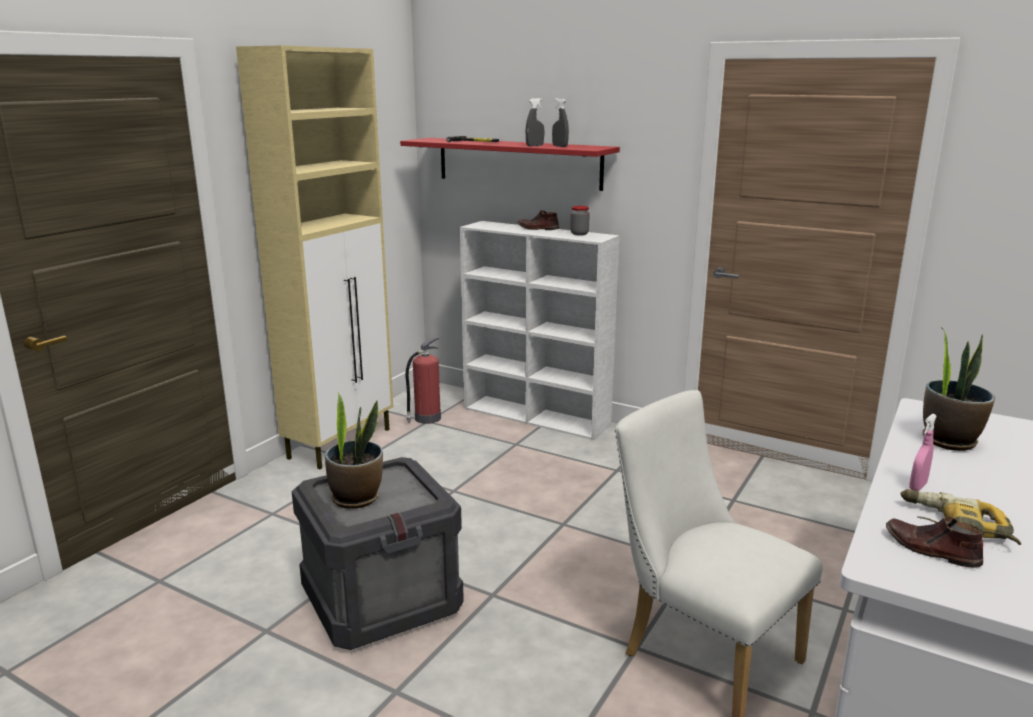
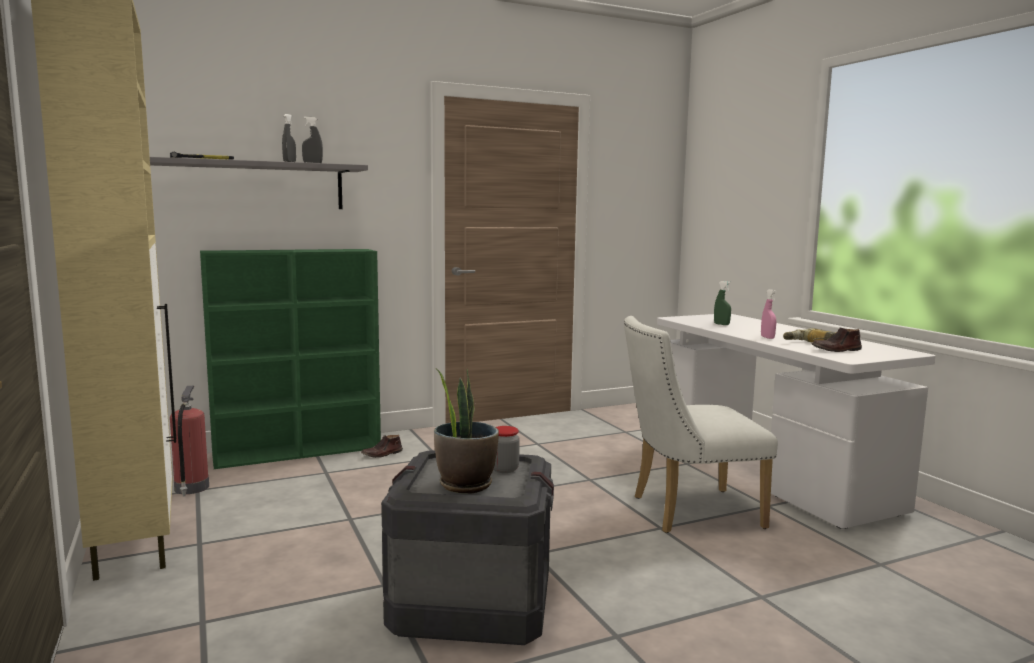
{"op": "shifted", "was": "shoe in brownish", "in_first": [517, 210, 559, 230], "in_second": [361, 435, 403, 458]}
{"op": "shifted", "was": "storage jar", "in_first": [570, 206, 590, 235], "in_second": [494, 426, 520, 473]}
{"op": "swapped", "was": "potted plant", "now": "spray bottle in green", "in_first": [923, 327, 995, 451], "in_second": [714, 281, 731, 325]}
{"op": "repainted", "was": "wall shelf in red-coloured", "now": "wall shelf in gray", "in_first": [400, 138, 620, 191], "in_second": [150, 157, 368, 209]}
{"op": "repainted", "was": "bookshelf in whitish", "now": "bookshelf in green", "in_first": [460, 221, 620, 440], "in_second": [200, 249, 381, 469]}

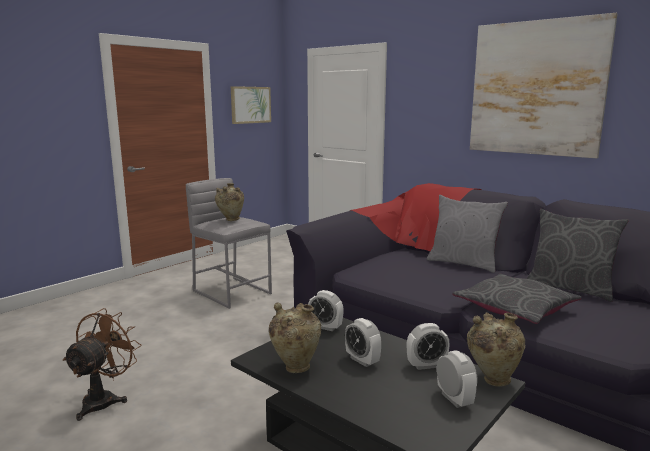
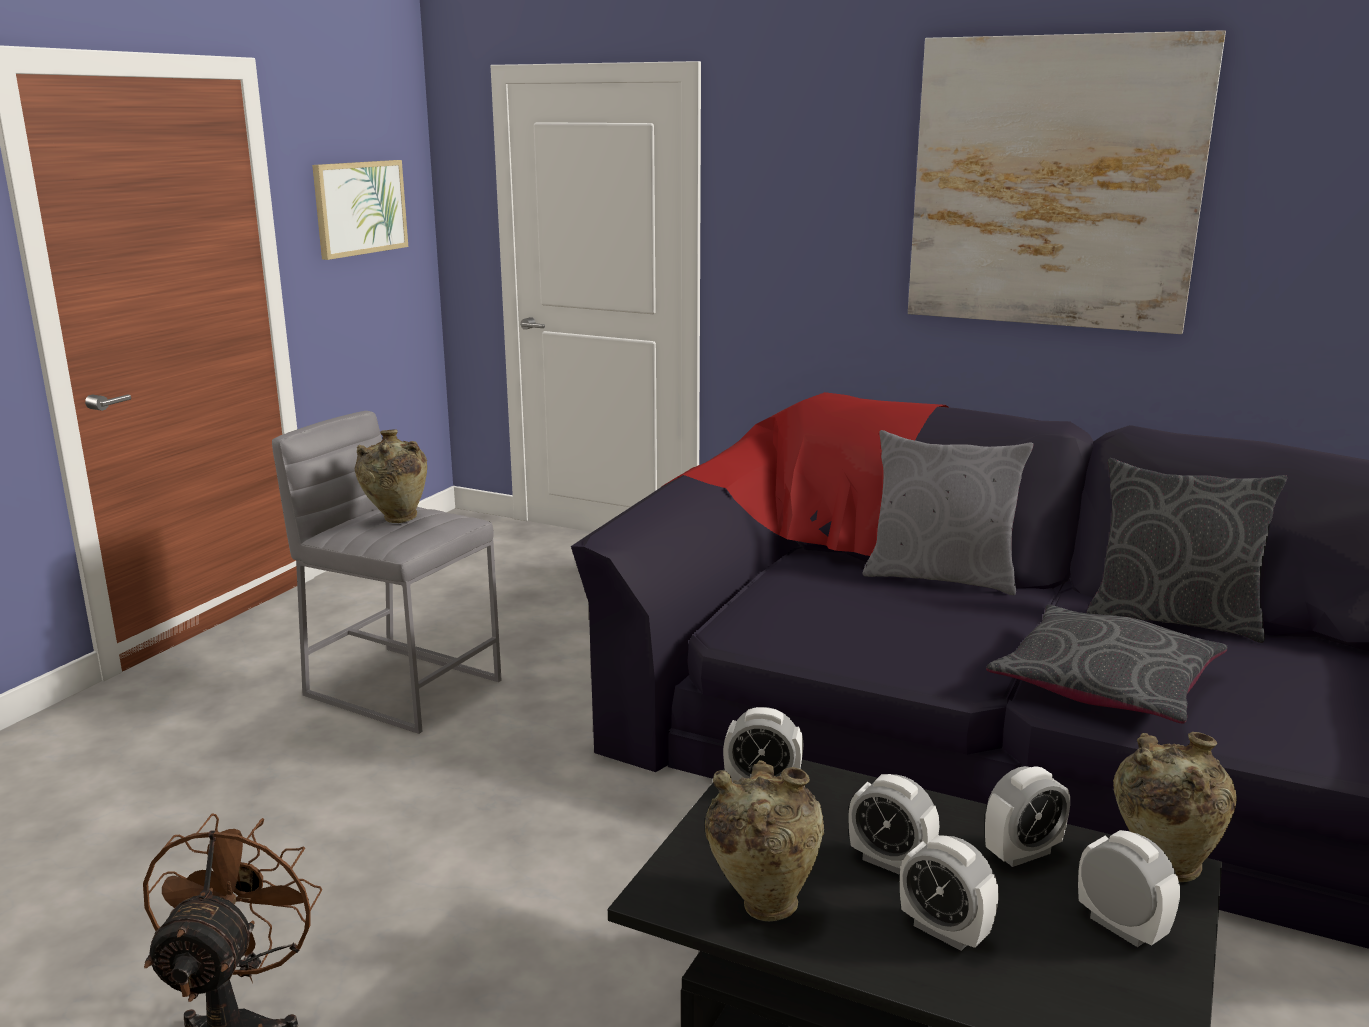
{"op": "new", "now": "alarm clock", "in_second": [900, 835, 999, 951]}

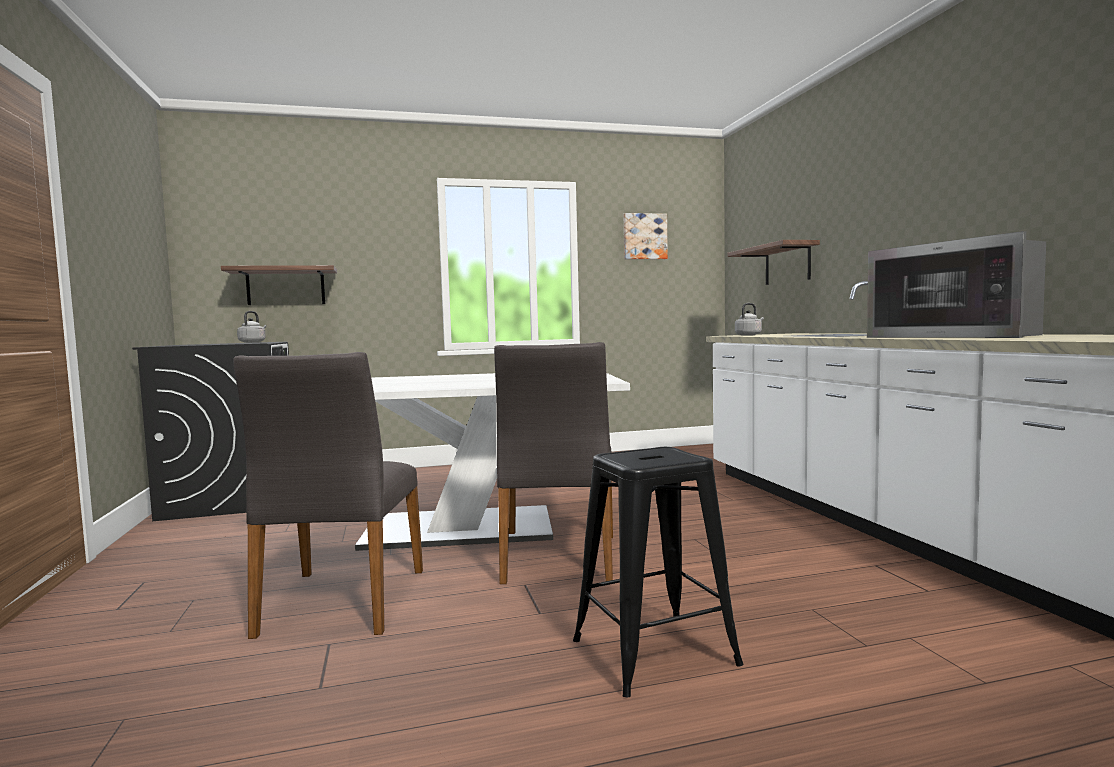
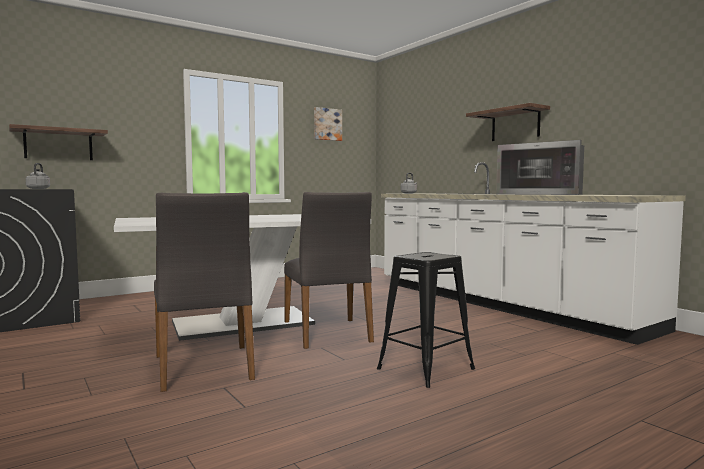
{"op": "shifted", "was": "wall shelf", "in_first": [728, 240, 820, 285], "in_second": [466, 103, 550, 141]}

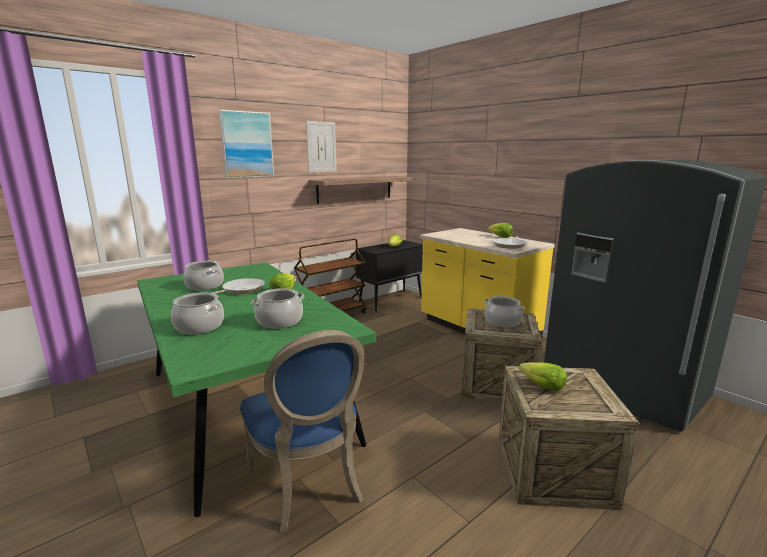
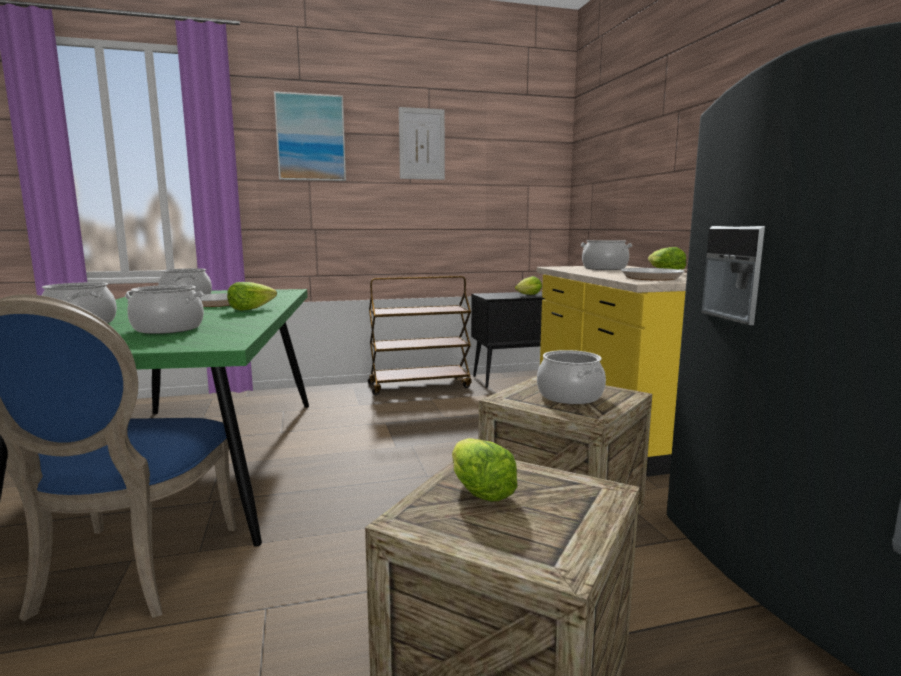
{"op": "gone", "was": "wall shelf", "in_first": [308, 176, 412, 204]}
{"op": "new", "now": "stockpot", "in_second": [580, 240, 632, 270]}

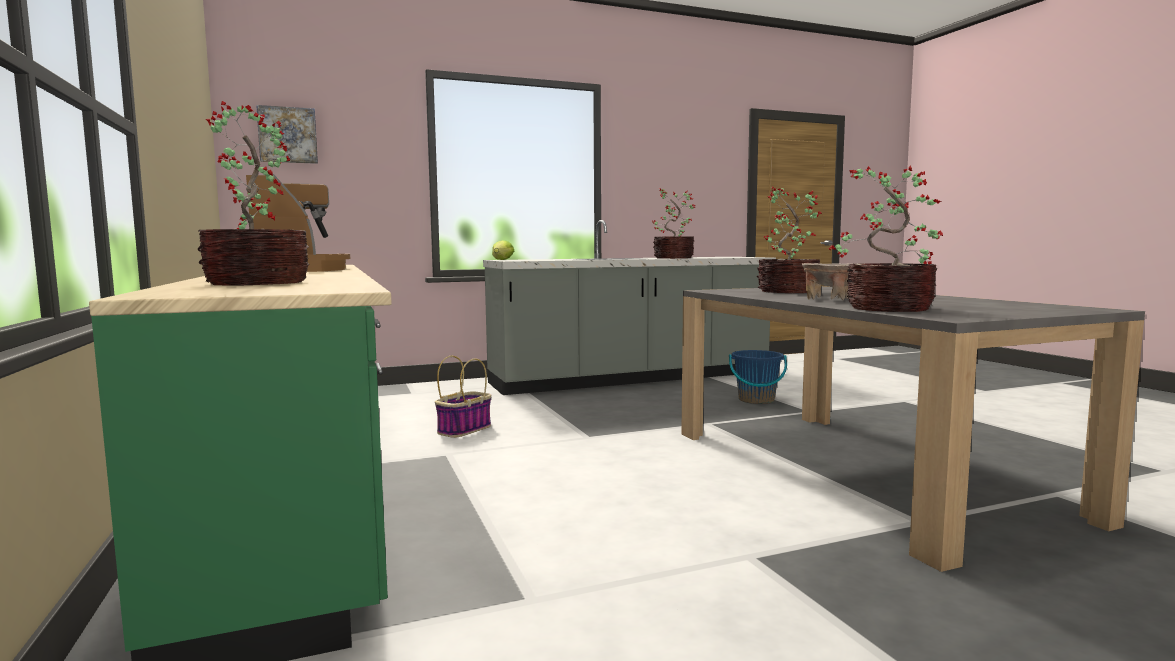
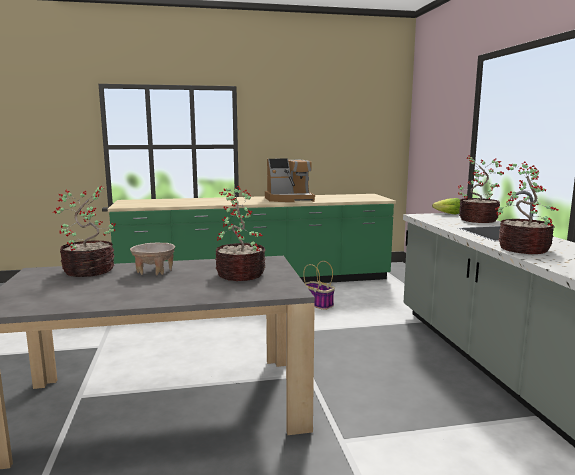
{"op": "gone", "was": "picture", "in_first": [256, 105, 318, 164]}
{"op": "gone", "was": "water bucket in blue-coloured", "in_first": [729, 350, 787, 404]}
{"op": "shifted", "was": "potted plant", "in_first": [198, 101, 309, 285], "in_second": [458, 155, 504, 223]}

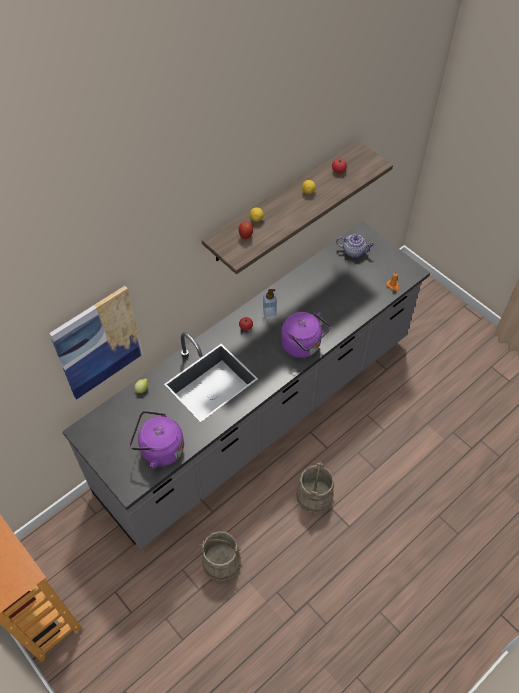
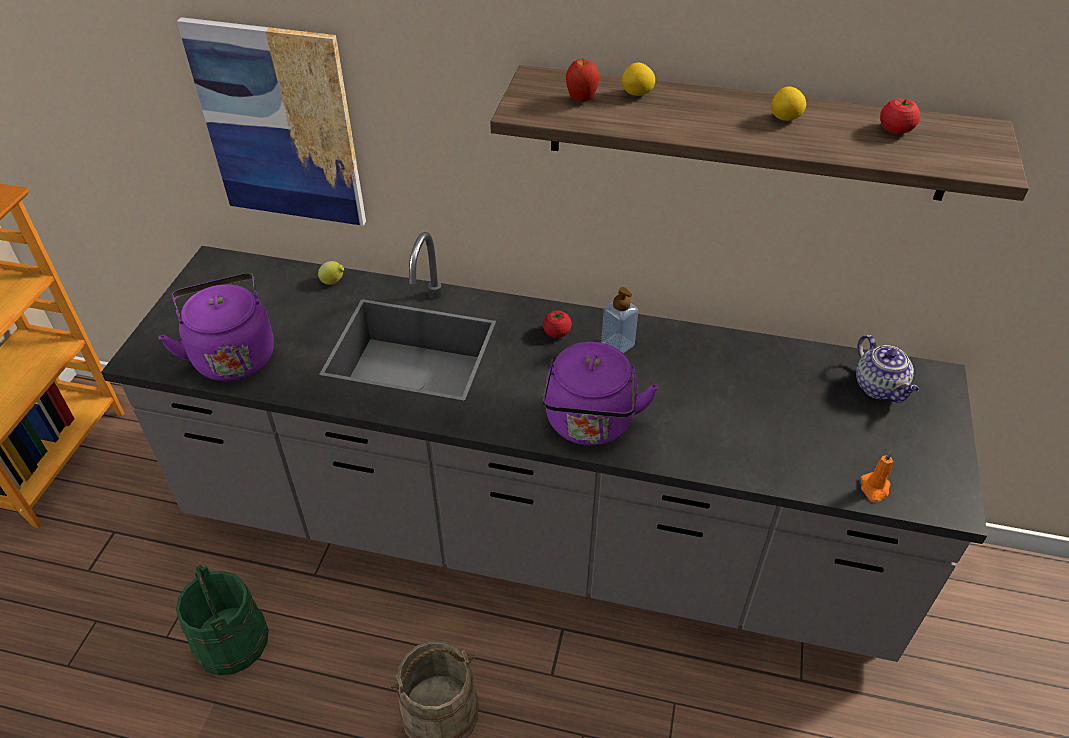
{"op": "repainted", "was": "water bucket in beige-coloured", "now": "water bucket in green", "in_first": [199, 531, 241, 581], "in_second": [176, 565, 269, 675]}

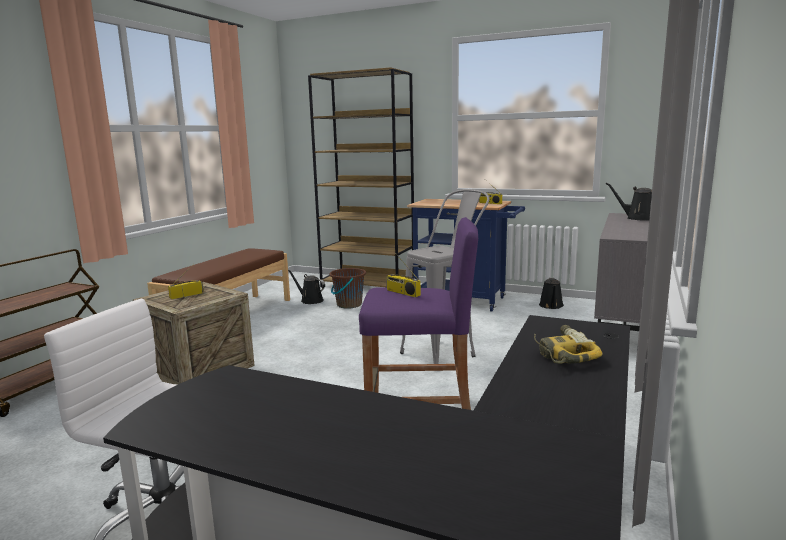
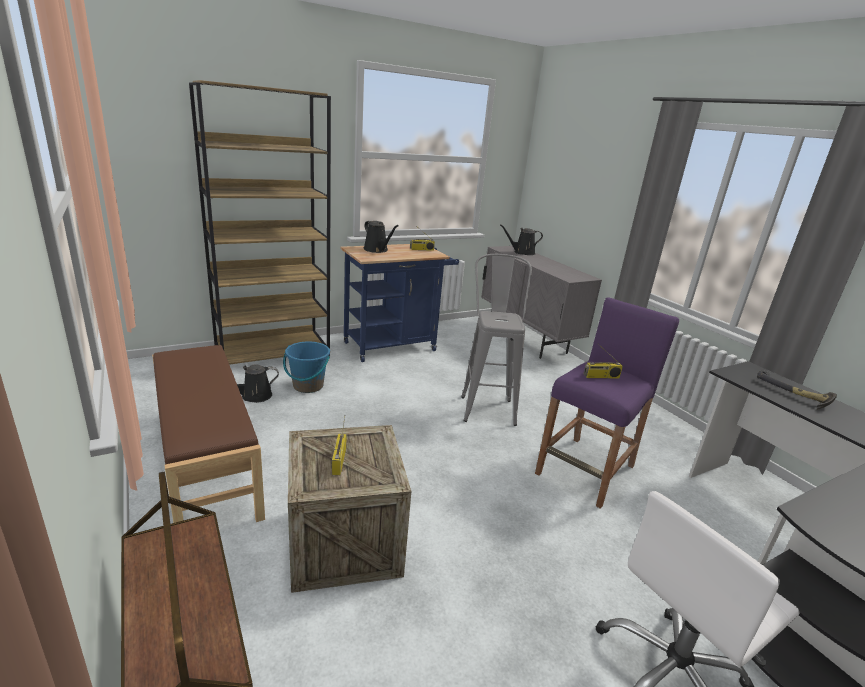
{"op": "shifted", "was": "watering can in black", "in_first": [539, 278, 564, 309], "in_second": [364, 220, 399, 253]}
{"op": "swapped", "was": "drill", "now": "hammer", "in_first": [534, 325, 603, 364], "in_second": [757, 371, 837, 410]}
{"op": "repainted", "was": "water bucket in brownish", "now": "water bucket in blue-coloured", "in_first": [330, 268, 366, 309], "in_second": [283, 341, 330, 393]}

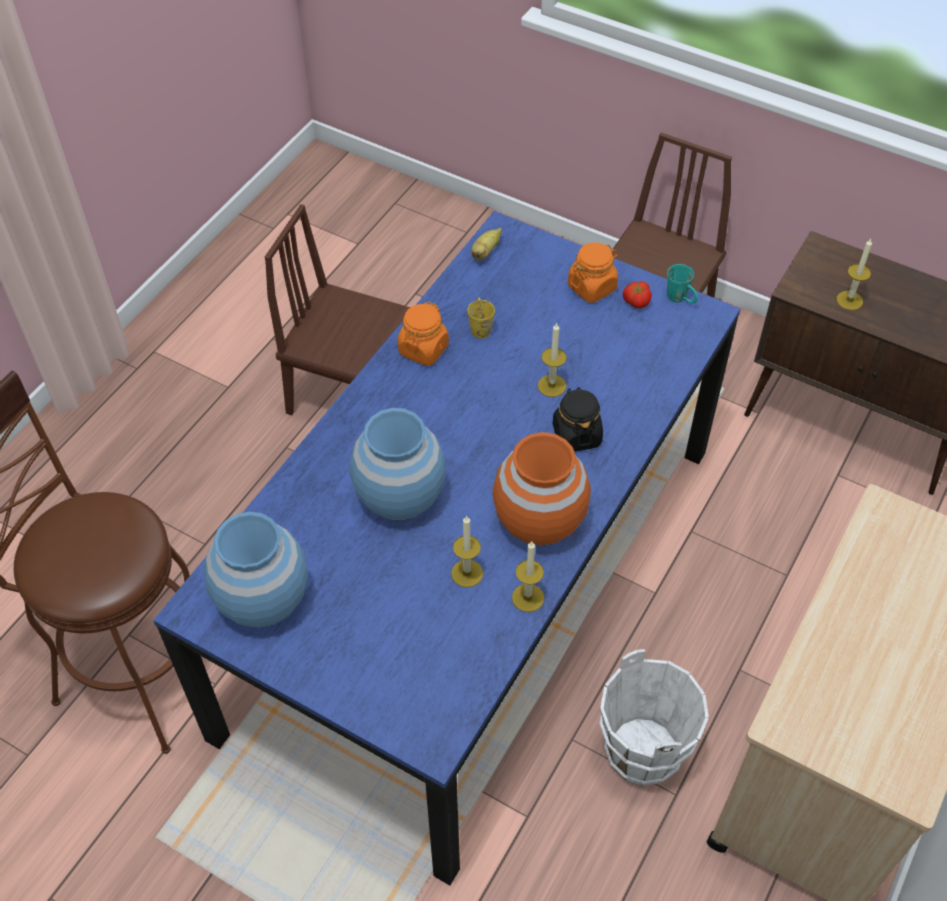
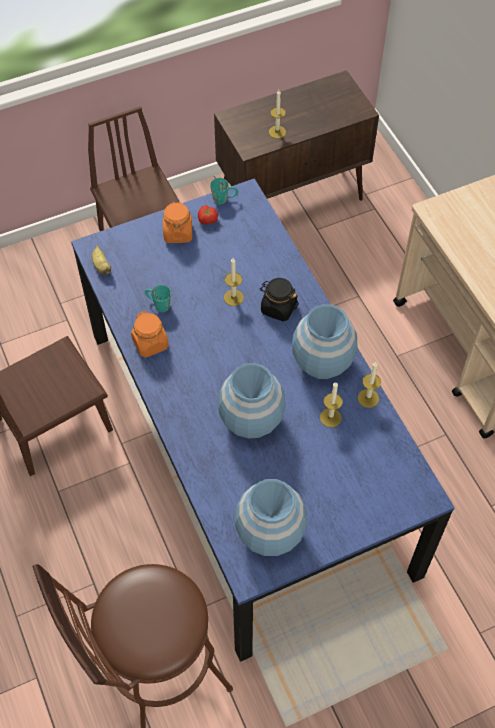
{"op": "gone", "was": "water bucket in whitish", "in_first": [599, 649, 709, 786]}
{"op": "repainted", "was": "tea mug in yellow", "now": "tea mug in turquoise", "in_first": [467, 298, 495, 339], "in_second": [145, 285, 171, 312]}
{"op": "repainted", "was": "flower vase in orange", "now": "flower vase in blue-coloured", "in_first": [493, 432, 591, 547], "in_second": [292, 304, 357, 379]}

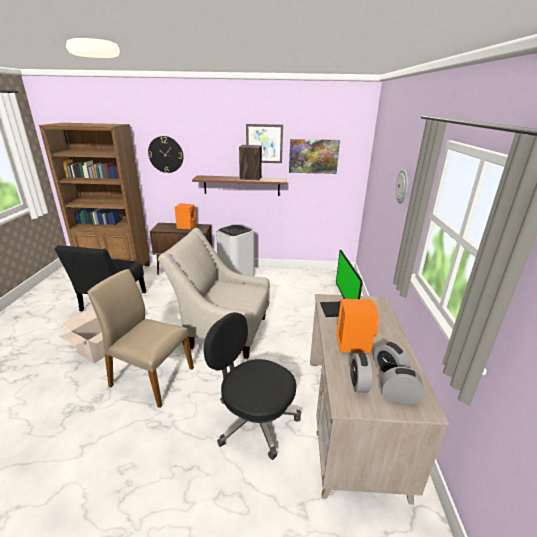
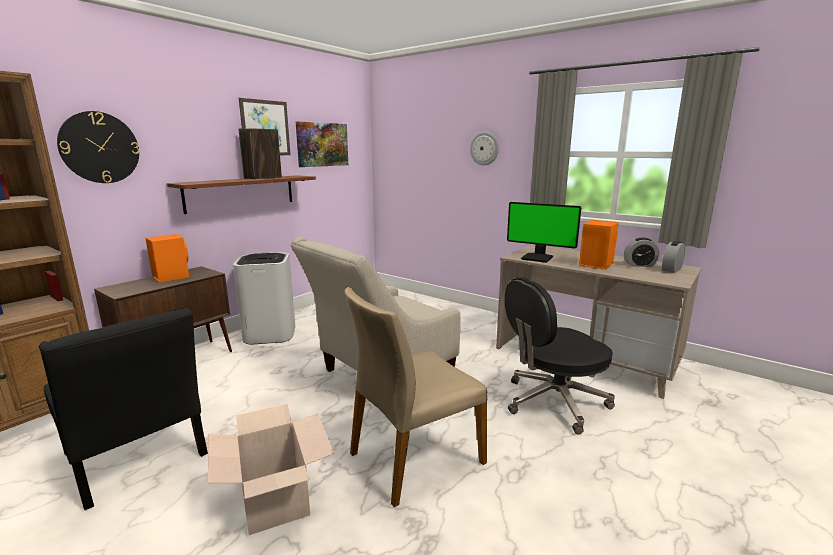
{"op": "gone", "was": "alarm clock", "in_first": [350, 353, 372, 393]}

